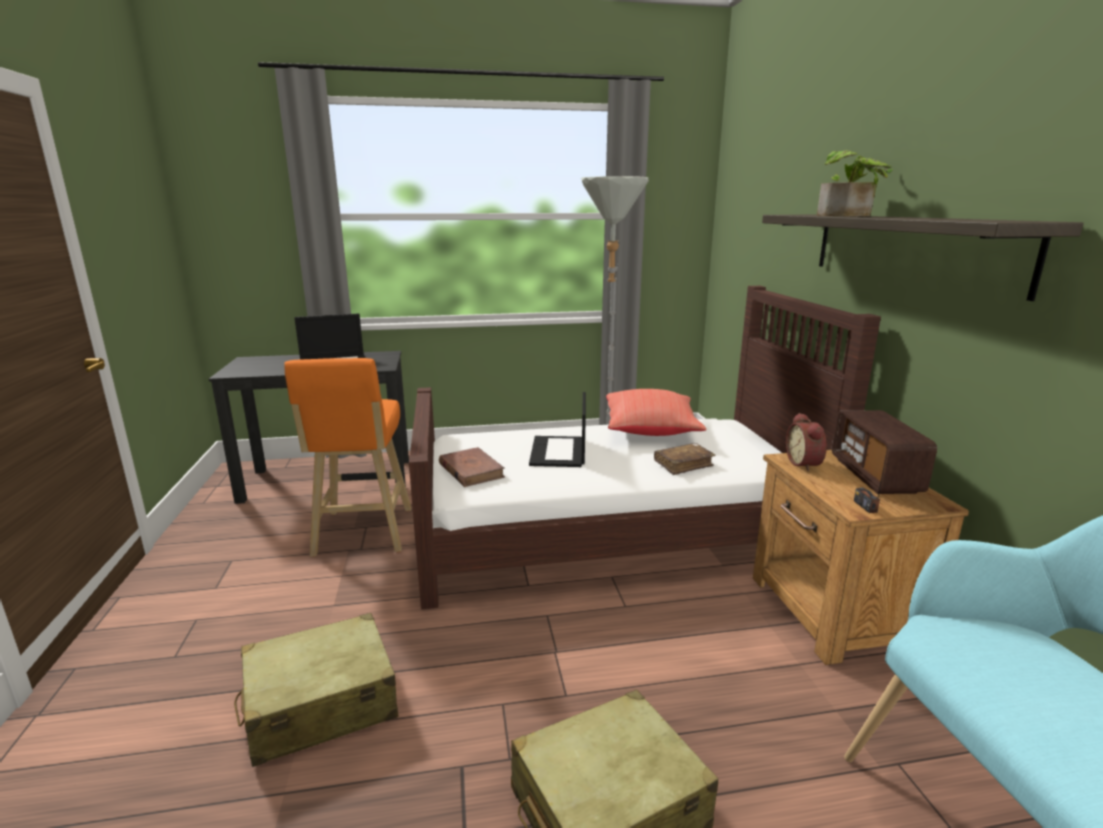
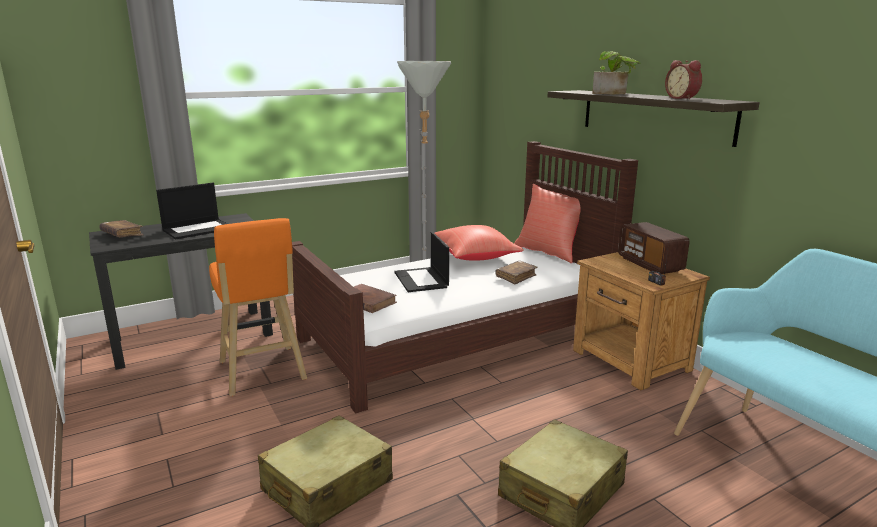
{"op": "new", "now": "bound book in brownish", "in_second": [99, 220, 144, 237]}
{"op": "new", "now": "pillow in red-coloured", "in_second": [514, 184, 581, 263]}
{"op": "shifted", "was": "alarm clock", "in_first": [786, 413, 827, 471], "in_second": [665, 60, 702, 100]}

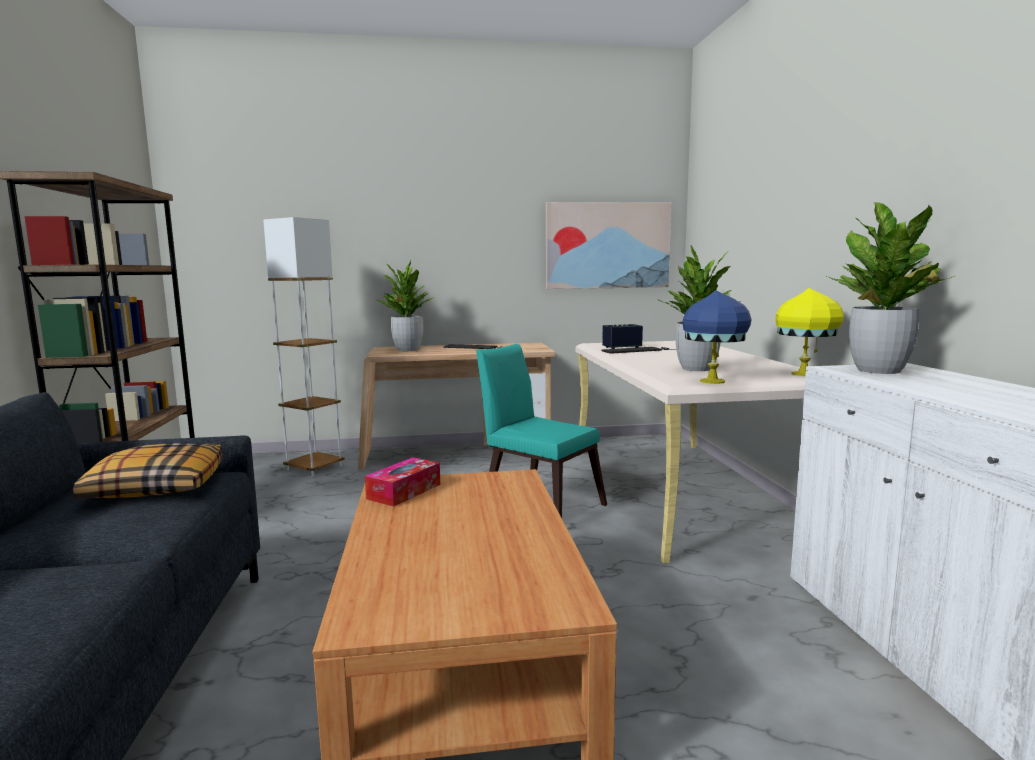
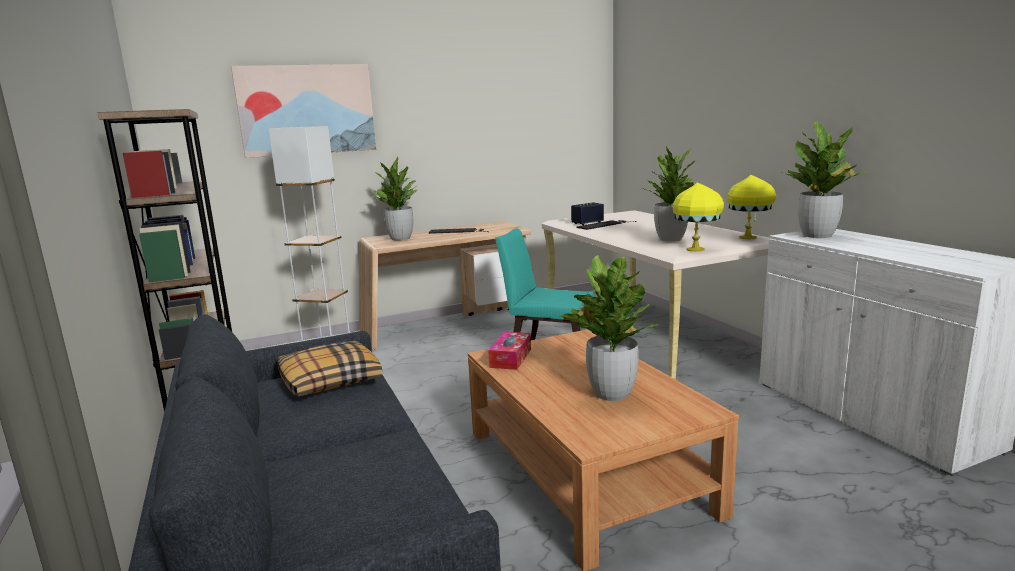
{"op": "new", "now": "potted plant", "in_second": [559, 255, 658, 401]}
{"op": "shifted", "was": "picture", "in_first": [546, 202, 672, 289], "in_second": [231, 64, 376, 158]}
{"op": "repainted", "was": "tabletop lamp in blue-coloured", "now": "tabletop lamp in yellow", "in_first": [683, 290, 751, 384], "in_second": [673, 182, 724, 252]}

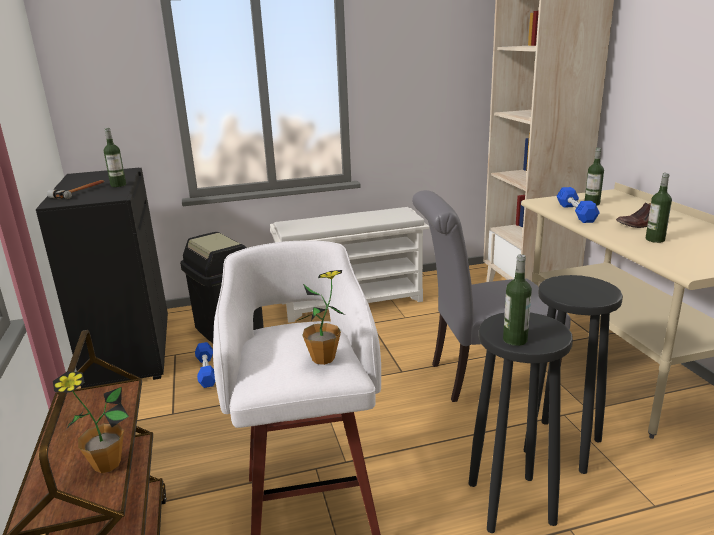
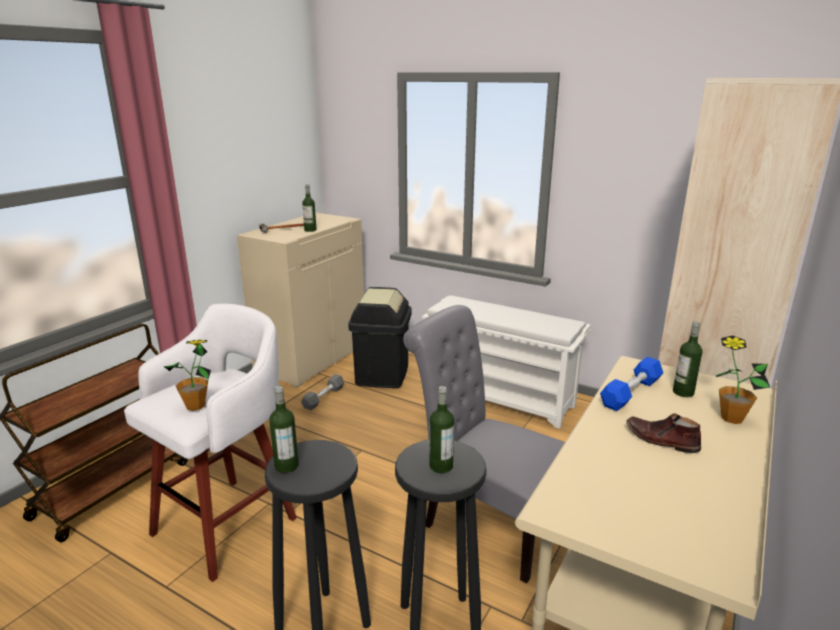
{"op": "shifted", "was": "potted plant", "in_first": [53, 372, 129, 473], "in_second": [716, 335, 770, 424]}
{"op": "shifted", "was": "bottle", "in_first": [646, 173, 672, 243], "in_second": [429, 386, 454, 474]}
{"op": "repainted", "was": "storage cabinet in black", "now": "storage cabinet in beige-coloured", "in_first": [36, 168, 168, 388], "in_second": [237, 213, 364, 388]}
{"op": "repainted", "was": "hand weight in blue-coloured", "now": "hand weight in gray", "in_first": [195, 342, 215, 388], "in_second": [301, 374, 344, 410]}

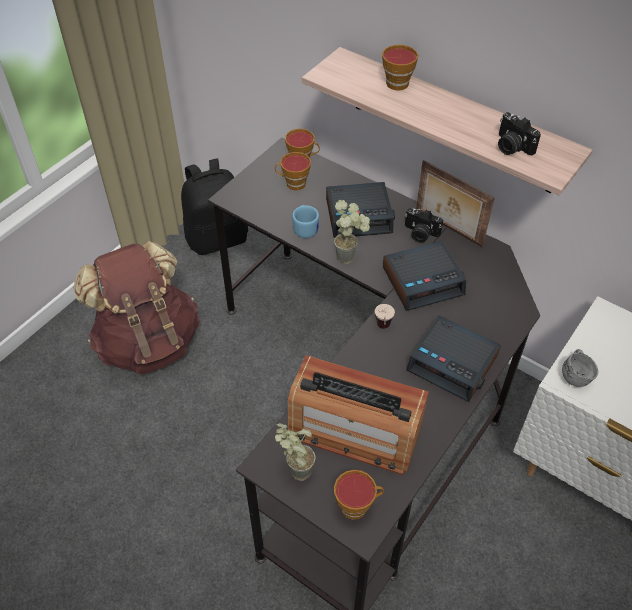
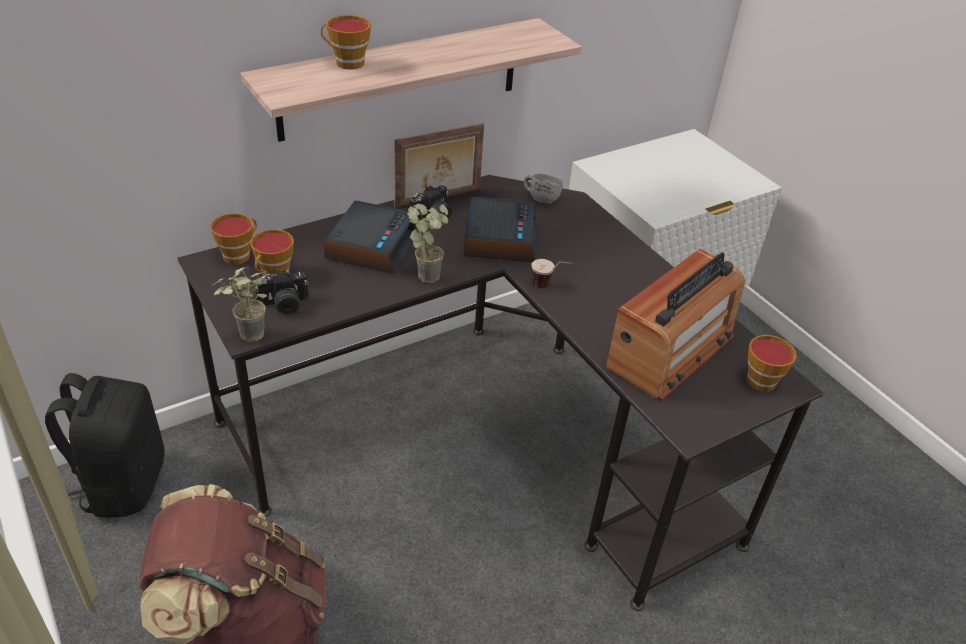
{"op": "gone", "was": "tea mug in blue-coloured", "in_first": [292, 205, 319, 238]}
{"op": "gone", "was": "alarm clock", "in_first": [406, 315, 501, 402]}
{"op": "shifted", "was": "potted plant", "in_first": [275, 423, 316, 481], "in_second": [213, 267, 267, 342]}
{"op": "shifted", "was": "photo camera", "in_first": [498, 112, 541, 156], "in_second": [254, 269, 308, 315]}
{"op": "shifted", "was": "tea mug in gray", "in_first": [562, 349, 598, 387], "in_second": [524, 174, 563, 204]}

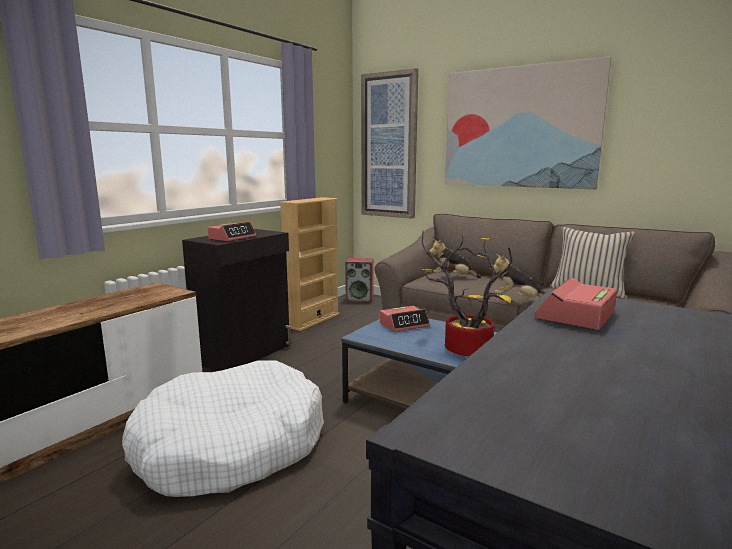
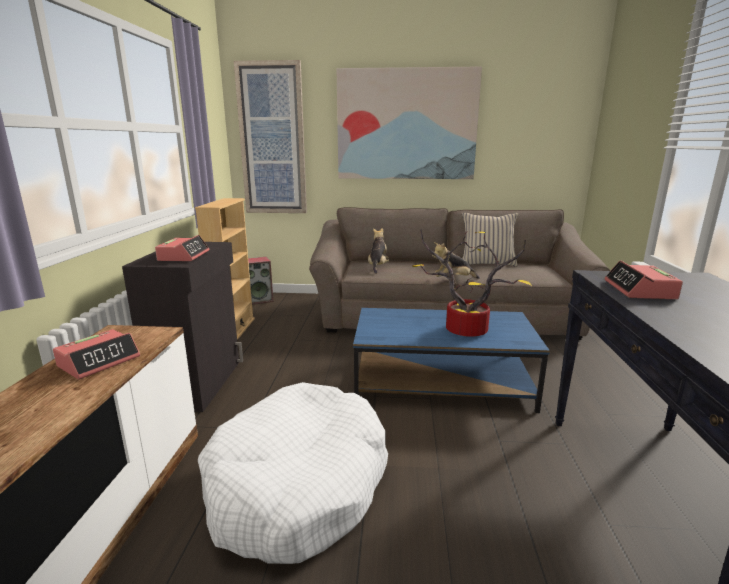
{"op": "shifted", "was": "alarm clock", "in_first": [380, 306, 430, 332], "in_second": [53, 329, 140, 379]}
{"op": "rotated", "was": "plush toy", "in_first": [429, 239, 481, 278], "in_second": [368, 228, 390, 274], "clockwise": 120}

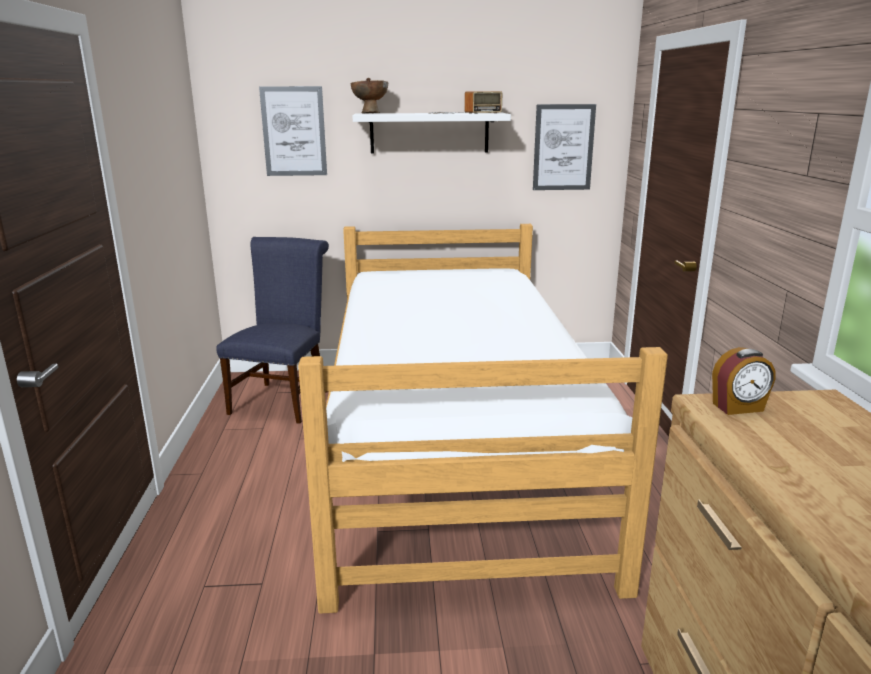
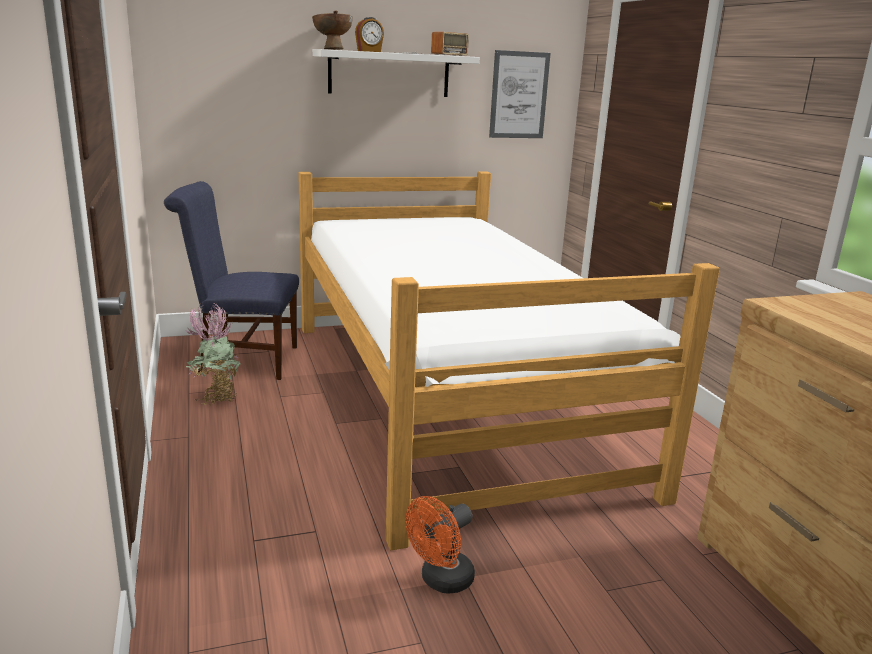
{"op": "gone", "was": "picture", "in_first": [259, 86, 327, 176]}
{"op": "new", "now": "potted plant", "in_second": [186, 304, 242, 406]}
{"op": "new", "now": "electric fan in orange", "in_second": [405, 496, 475, 593]}
{"op": "shifted", "was": "alarm clock", "in_first": [712, 347, 775, 415], "in_second": [355, 17, 384, 52]}
{"op": "rotated", "was": "chair in blue-coloured", "in_first": [216, 237, 329, 424], "in_second": [164, 181, 299, 380], "clockwise": -90}

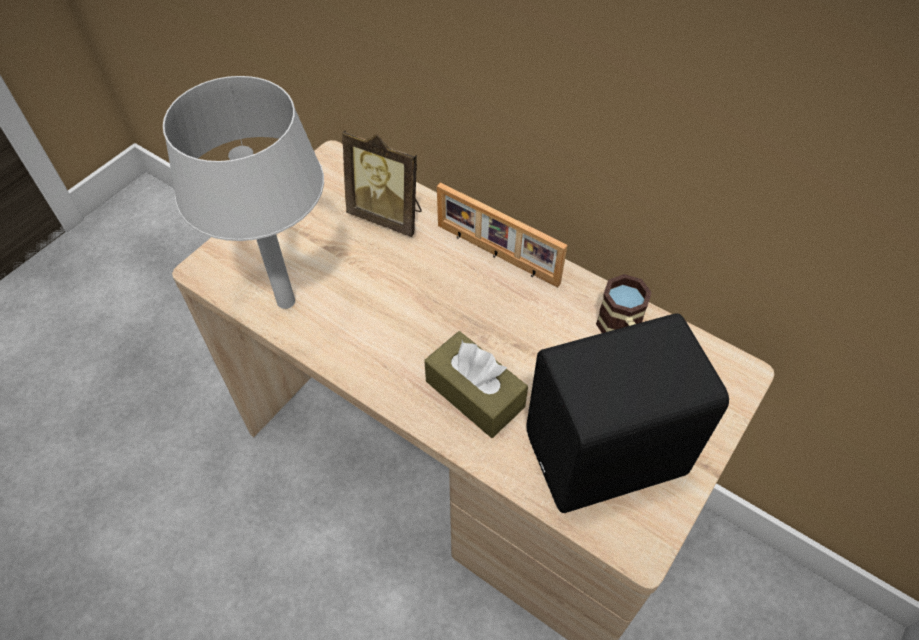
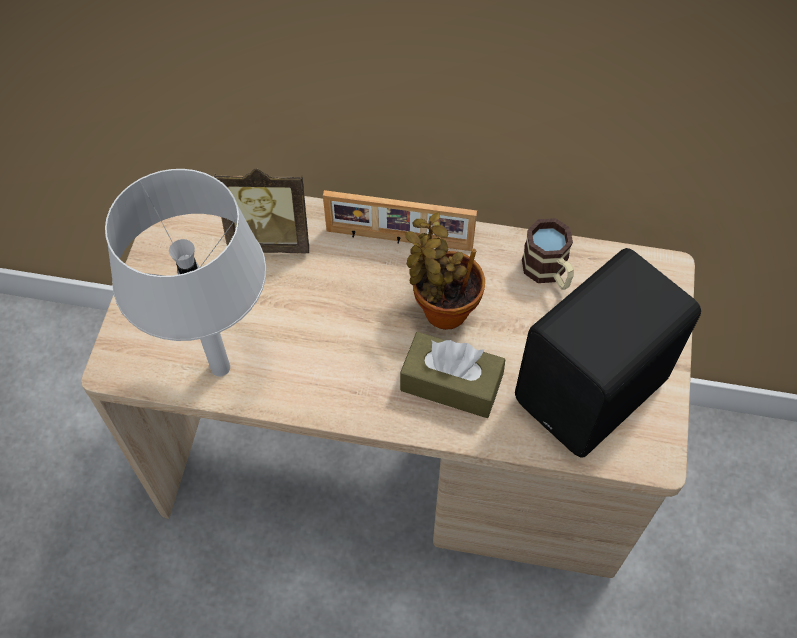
{"op": "new", "now": "potted plant", "in_second": [405, 212, 485, 330]}

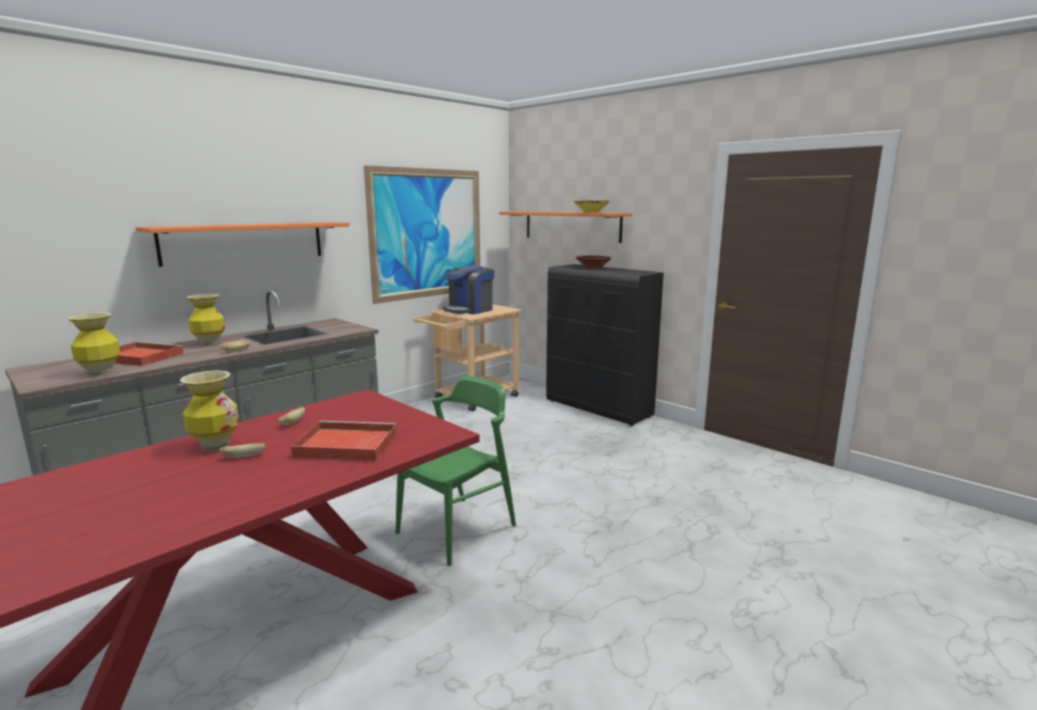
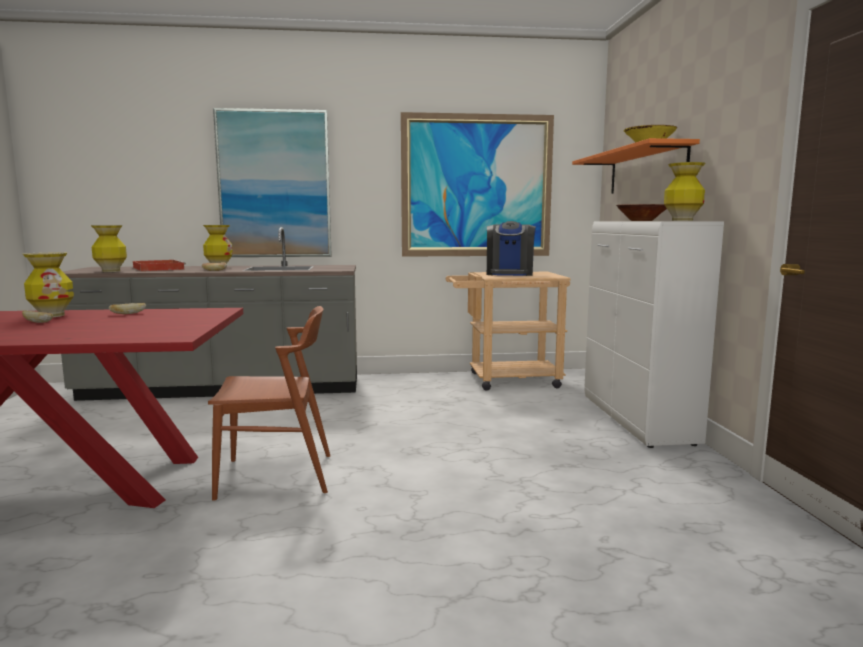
{"op": "gone", "was": "carrying tray in red-coloured", "in_first": [291, 421, 397, 461]}
{"op": "new", "now": "flower vase", "in_second": [664, 162, 705, 221]}
{"op": "swapped", "was": "wall shelf in orange", "now": "picture", "in_first": [135, 222, 349, 267], "in_second": [213, 108, 332, 257]}
{"op": "repainted", "was": "chair in green", "now": "chair in brownish", "in_first": [396, 376, 516, 566], "in_second": [208, 306, 330, 501]}
{"op": "repainted", "was": "storage cabinet in black", "now": "storage cabinet in whitish", "in_first": [546, 264, 664, 426], "in_second": [584, 221, 724, 448]}
{"op": "rotated", "was": "coffee machine", "in_first": [443, 265, 495, 314], "in_second": [487, 221, 536, 276], "clockwise": -75}

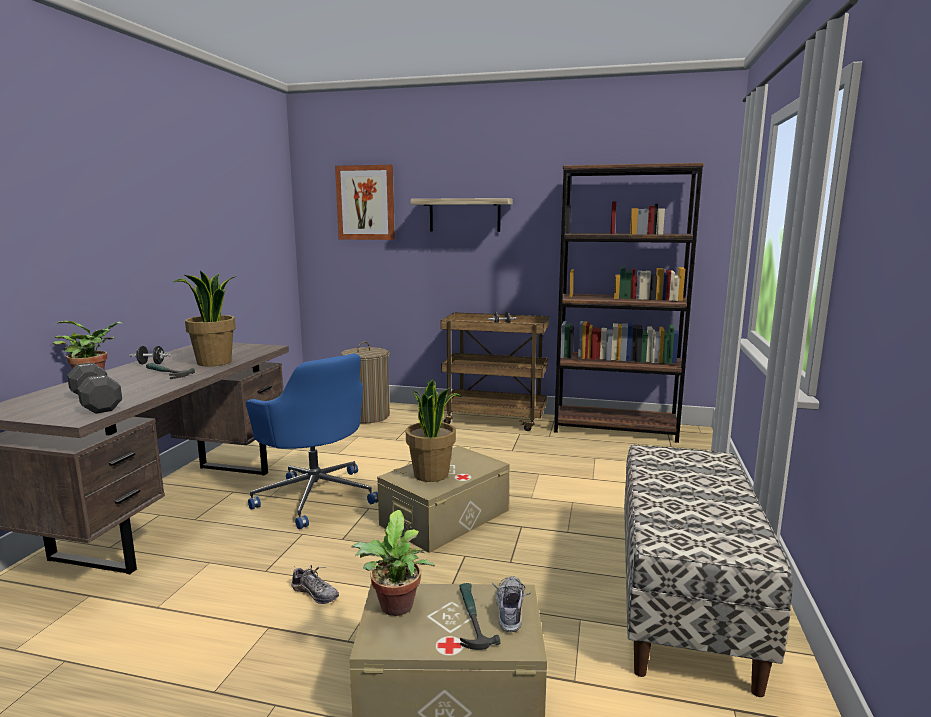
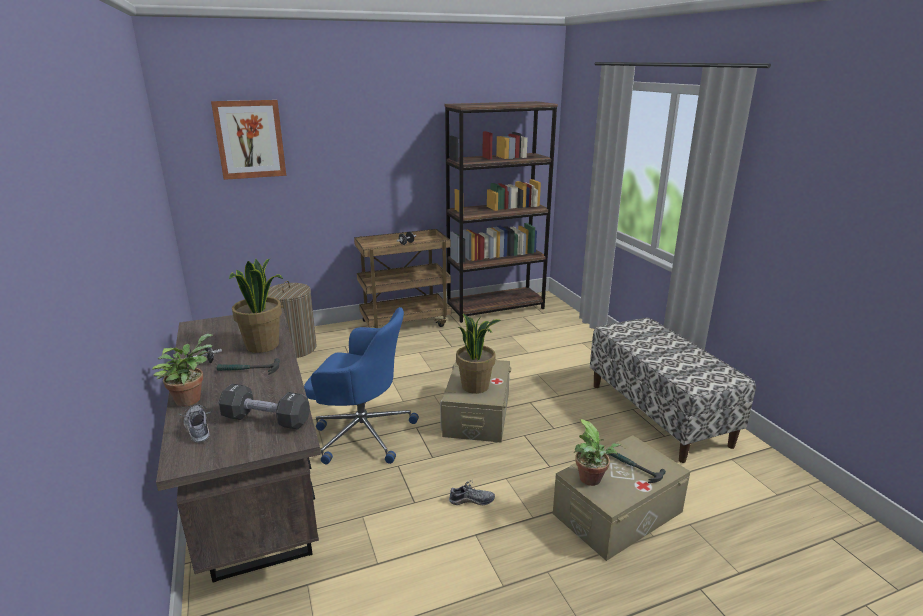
{"op": "gone", "was": "wall shelf", "in_first": [411, 198, 513, 232]}
{"op": "shifted", "was": "shoe", "in_first": [491, 576, 531, 632], "in_second": [179, 404, 212, 443]}

